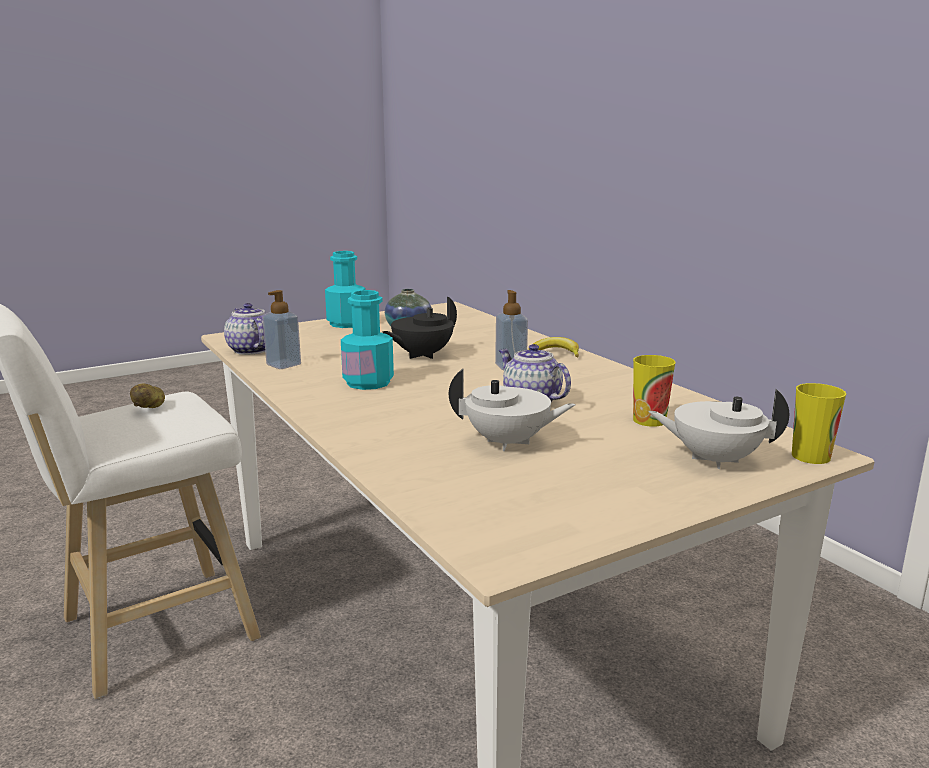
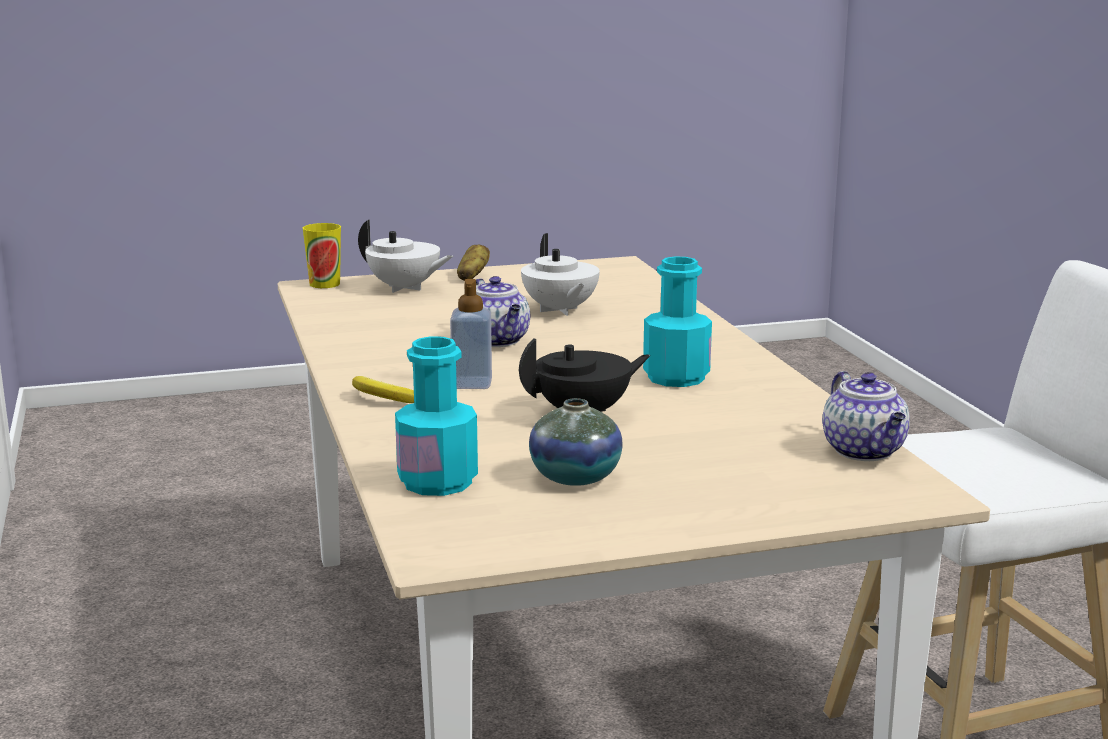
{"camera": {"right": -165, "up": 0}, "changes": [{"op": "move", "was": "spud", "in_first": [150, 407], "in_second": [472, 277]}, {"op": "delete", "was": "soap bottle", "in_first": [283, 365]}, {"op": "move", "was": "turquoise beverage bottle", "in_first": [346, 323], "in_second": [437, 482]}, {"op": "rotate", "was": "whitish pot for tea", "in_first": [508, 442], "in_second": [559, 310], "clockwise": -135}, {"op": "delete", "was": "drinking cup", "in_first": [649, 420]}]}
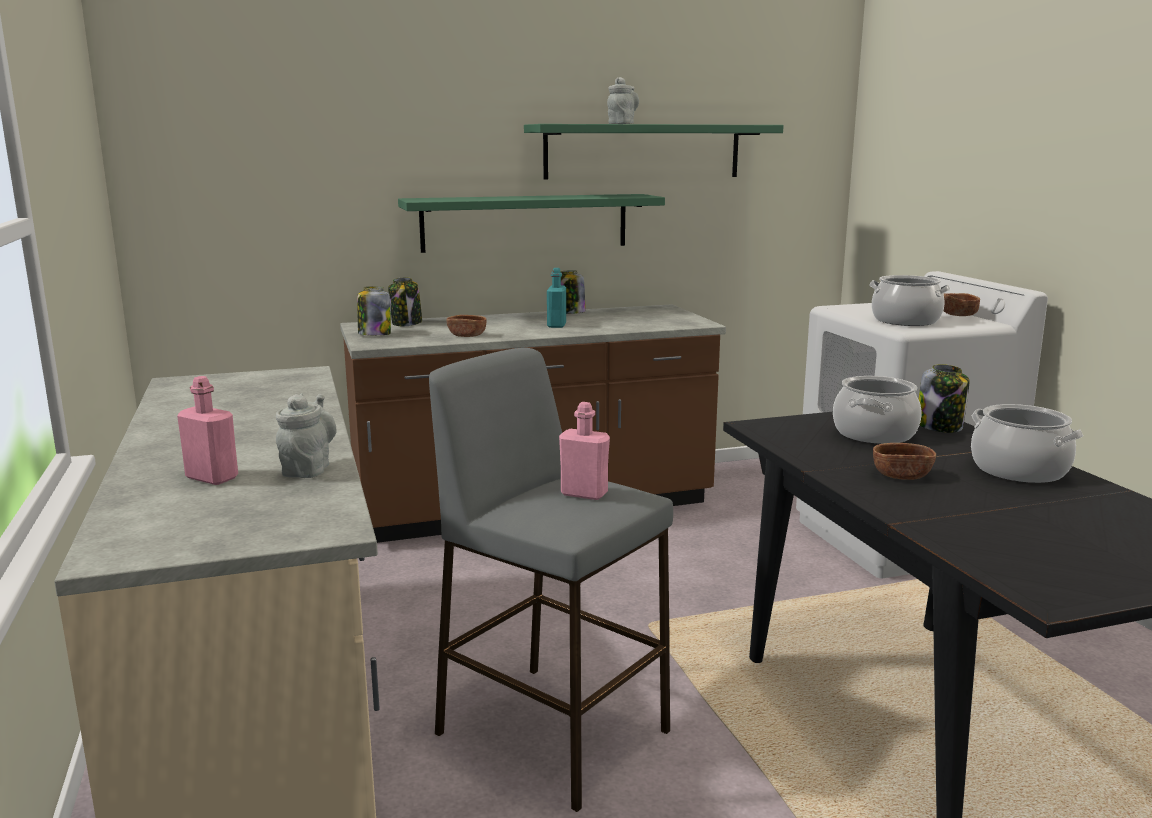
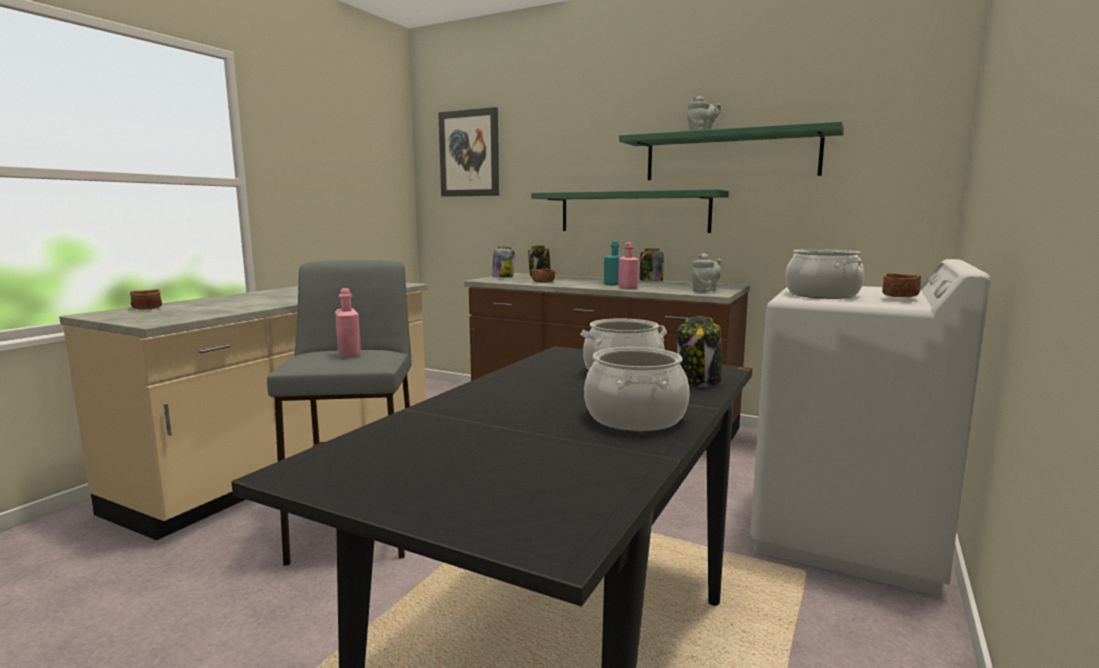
{"camera": {"right": 45, "up": -5}, "changes": [{"op": "move", "was": "pink-coloured beverage bottle", "in_first": [212, 478], "in_second": [627, 287]}, {"op": "move", "was": "greyish pot for tea", "in_first": [308, 469], "in_second": [705, 290]}, {"op": "move", "was": "brown-coloured deep dish", "in_first": [902, 475], "in_second": [147, 308]}, {"op": "insert", "now": "picture", "in_second": [469, 153]}]}
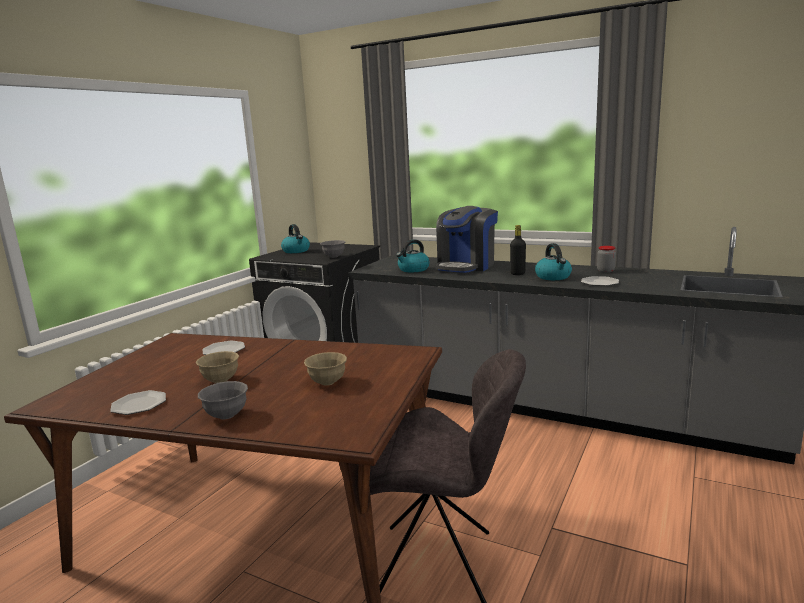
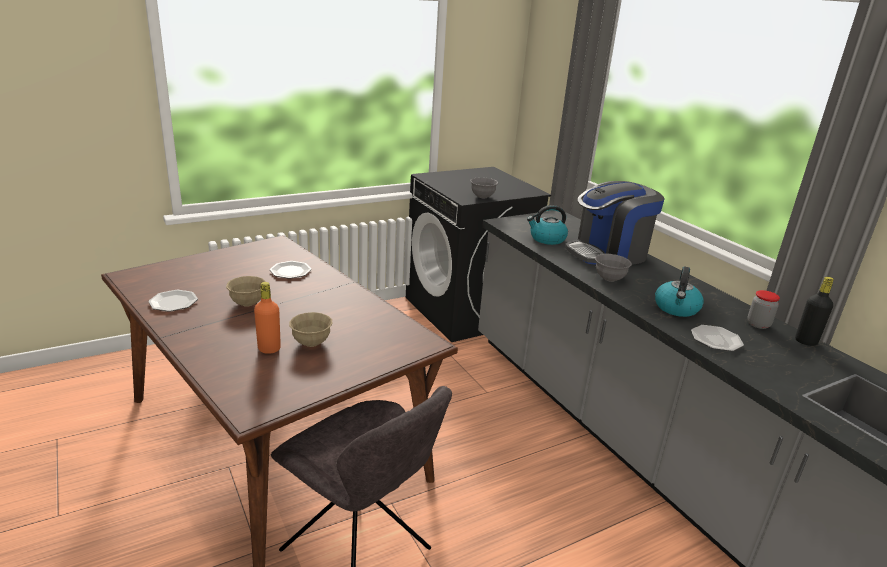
{"camera": {"right": 30, "up": 10}, "changes": [{"op": "move", "was": "greyish deep dish", "in_first": [226, 415], "in_second": [609, 279]}, {"op": "delete", "was": "tea kettle", "in_first": [296, 251]}, {"op": "move", "was": "blackish beverage bottle", "in_first": [517, 274], "in_second": [806, 341]}, {"op": "insert", "now": "orange beverage bottle", "in_second": [269, 349]}]}
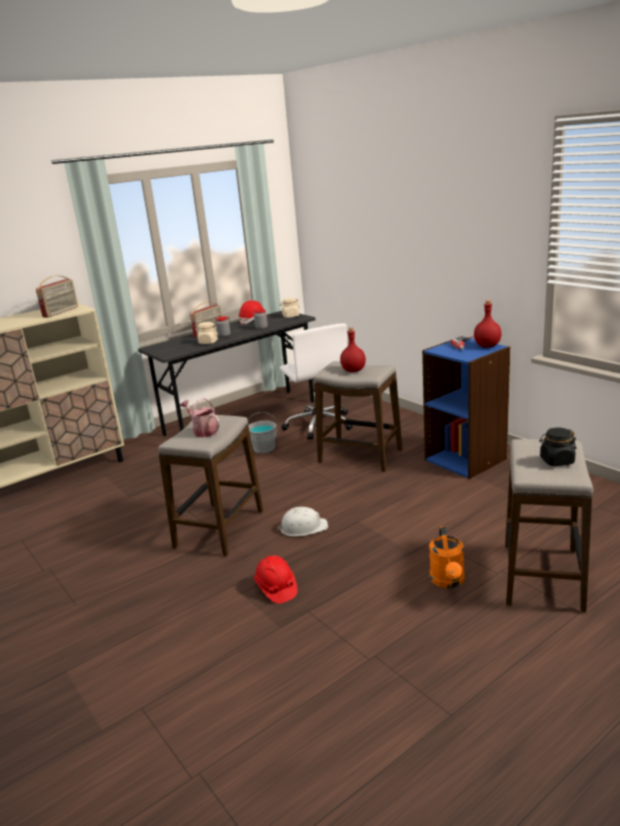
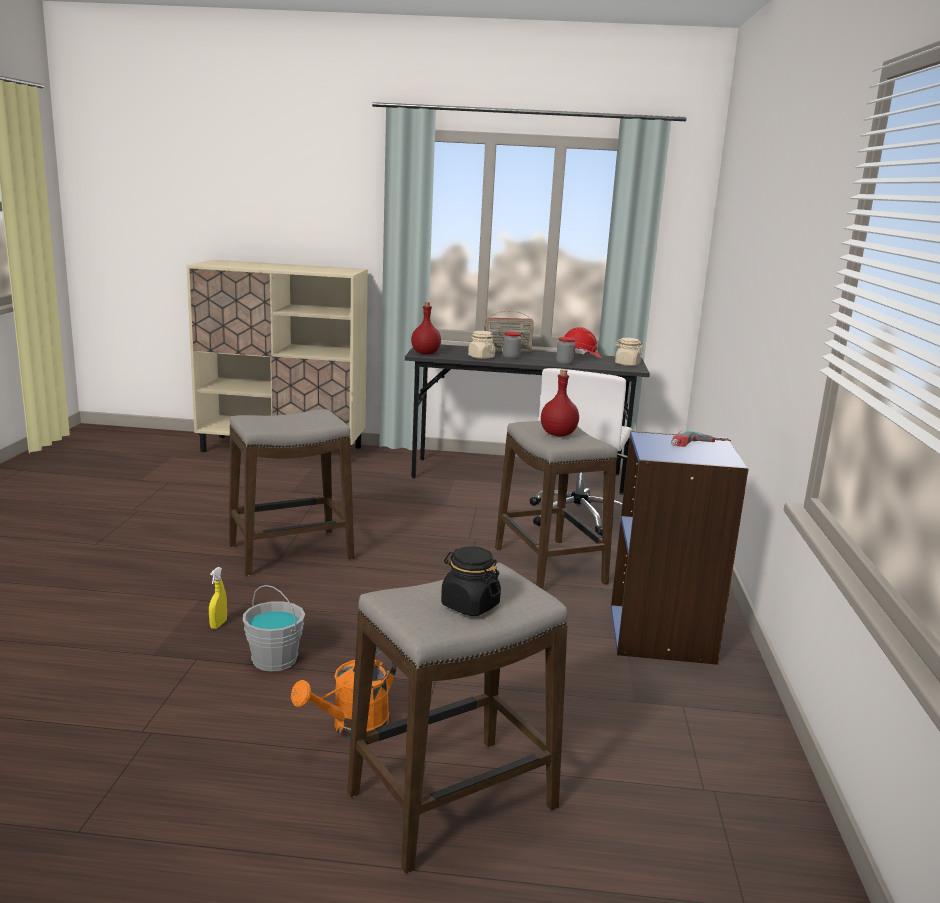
{"camera": {"right": 40, "up": -5}, "changes": [{"op": "delete", "was": "radio receiver", "in_first": [61, 312]}, {"op": "delete", "was": "watering pot", "in_first": [203, 431]}, {"op": "move", "was": "greyish bucket", "in_first": [264, 448], "in_second": [275, 659]}, {"op": "replace", "was": "red-coloured hard hat", "now": "yellow sprayer", "in_first": [276, 588], "in_second": [218, 624]}, {"op": "delete", "was": "whitish hard hat", "in_first": [303, 527]}, {"op": "move", "was": "red-coloured beverage bottle", "in_first": [487, 346], "in_second": [425, 353]}]}
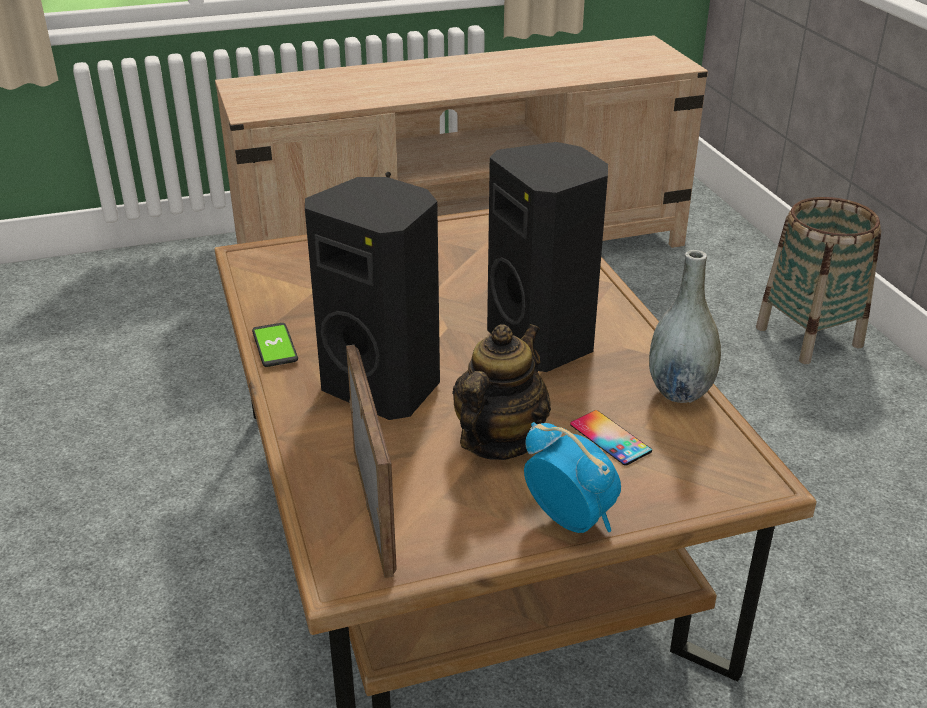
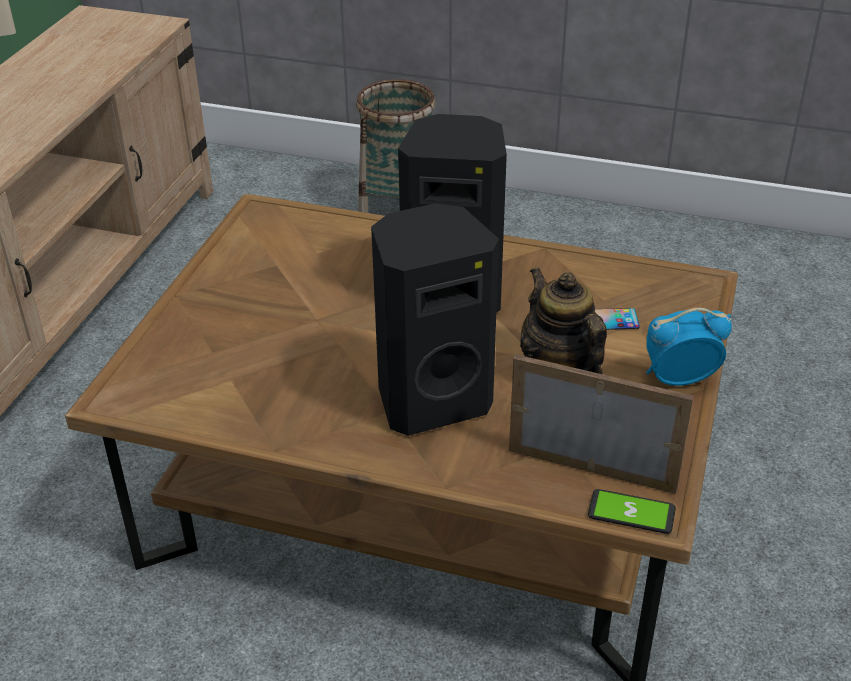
{"camera": {"right": -55, "up": 5}, "changes": [{"op": "move", "was": "handset", "in_first": [275, 346], "in_second": [631, 512]}, {"op": "delete", "was": "greyish flower vase", "in_first": [679, 391]}]}
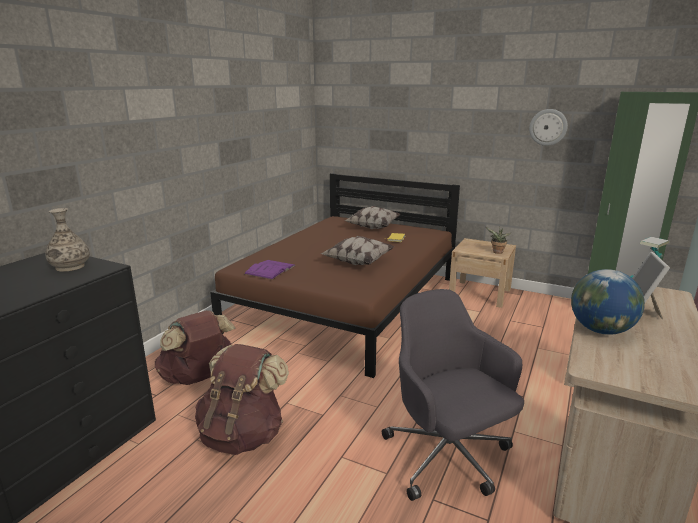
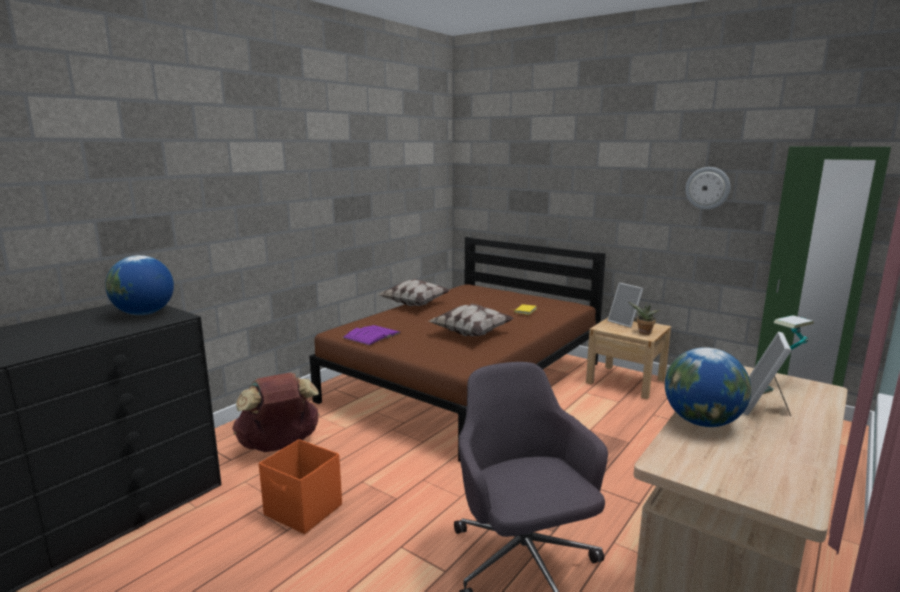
{"camera": {"right": 10, "up": -5}, "changes": [{"op": "replace", "was": "flower vase", "now": "globe", "in_first": [70, 266], "in_second": [144, 314]}, {"op": "replace", "was": "brown-coloured rucksack", "now": "orange storage bin", "in_first": [243, 435], "in_second": [304, 511]}, {"op": "move", "was": "cushion", "in_first": [372, 227], "in_second": [414, 304]}, {"op": "insert", "now": "standing frame", "in_second": [624, 322]}]}
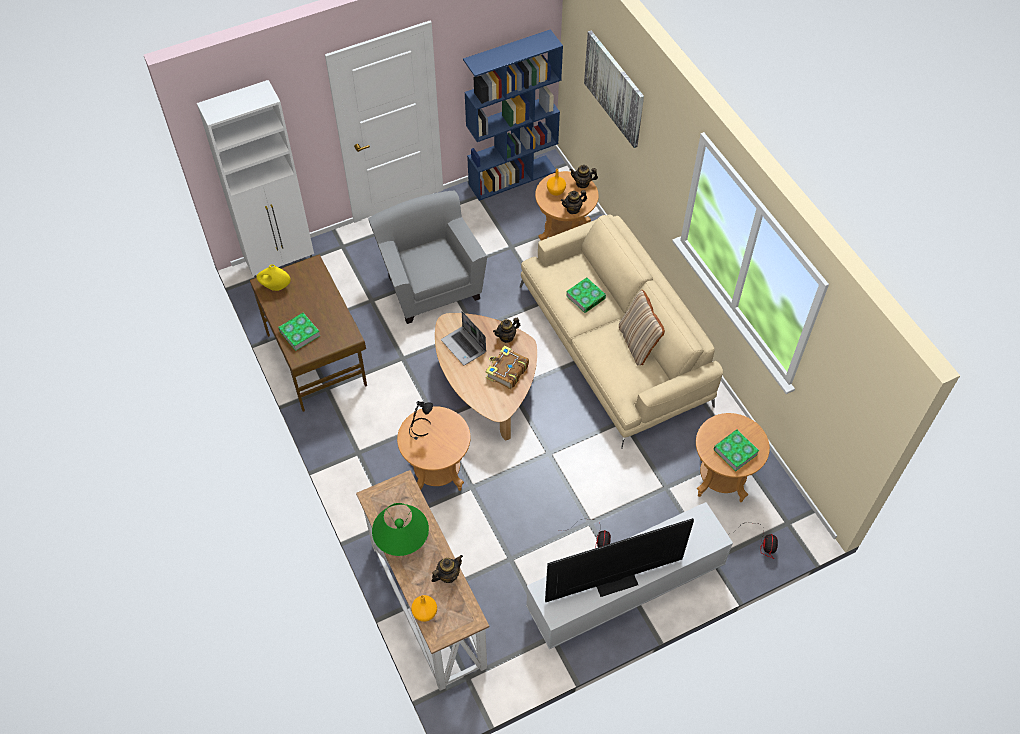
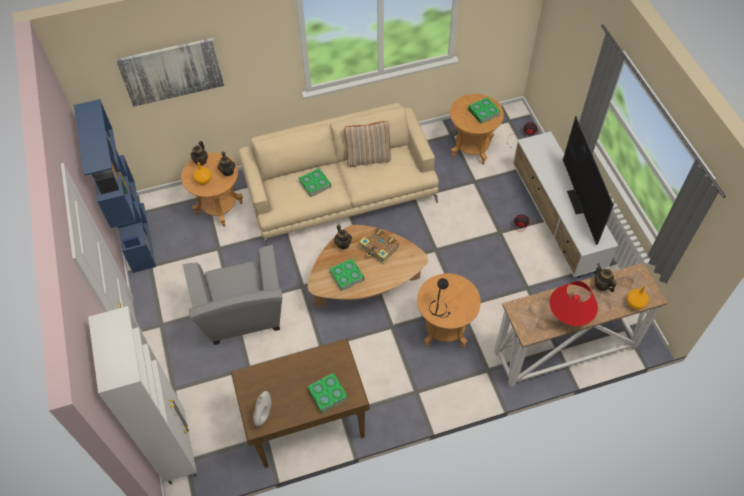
{"camera": {"right": -80, "up": 0}, "changes": [{"op": "recolor", "was": "yellow flower vase", "now": "whitish flower vase", "in_first": [275, 287], "in_second": [264, 414]}, {"op": "rotate", "was": "greyish armchair", "in_first": [430, 284], "in_second": [243, 316], "clockwise": -90}, {"op": "recolor", "was": "green lamp for a table", "now": "red-coloured lamp for a table", "in_first": [402, 540], "in_second": [569, 314]}, {"op": "replace", "was": "portable computer", "now": "volume", "in_first": [464, 346], "in_second": [347, 276]}]}
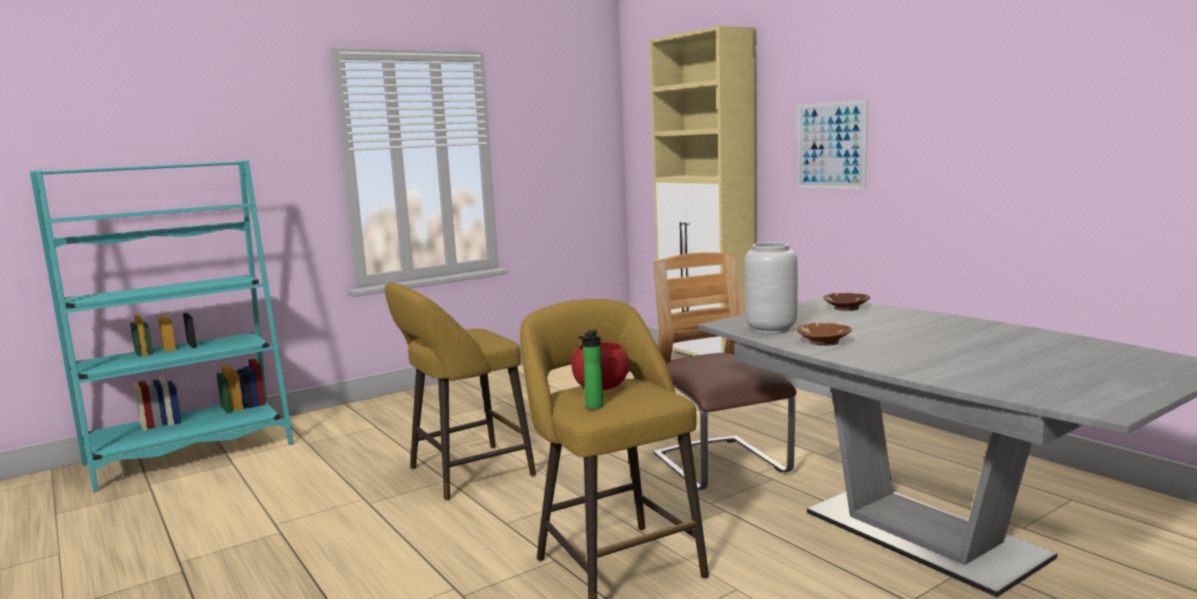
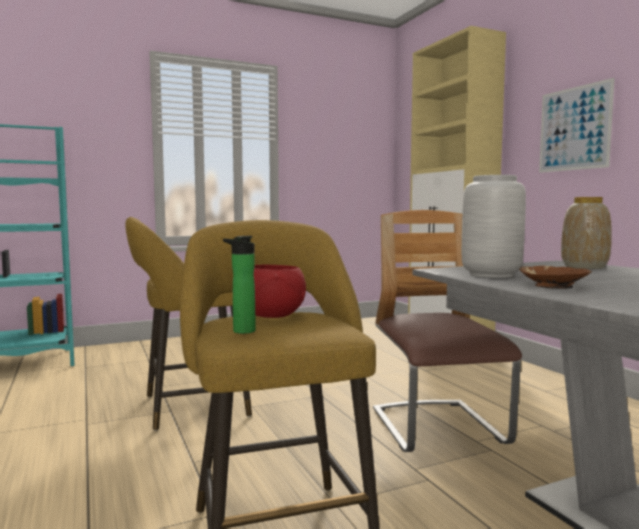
{"camera": {"right": 10, "up": -5}, "changes": [{"op": "replace", "was": "brown-coloured deep dish", "now": "flower vase", "in_first": [846, 308], "in_second": [584, 267]}]}
